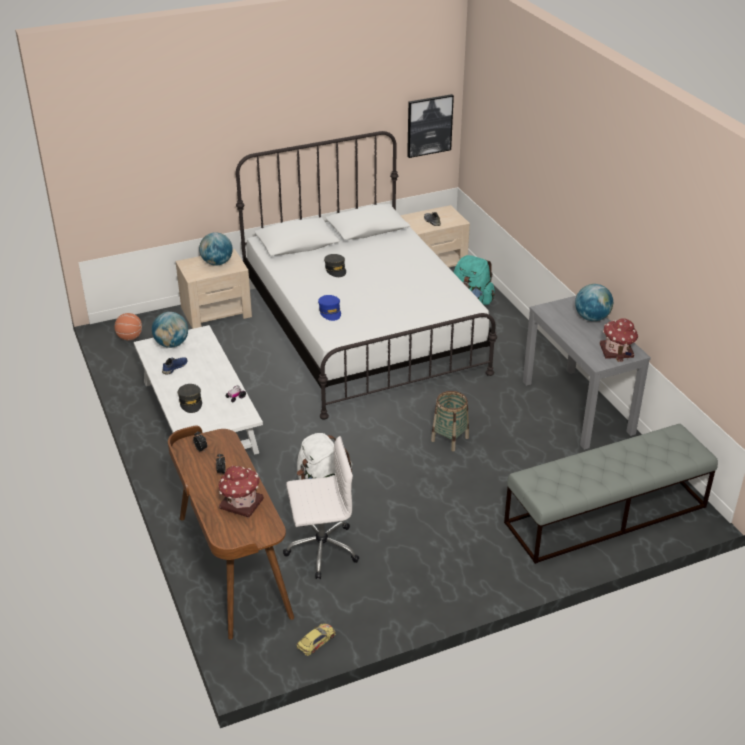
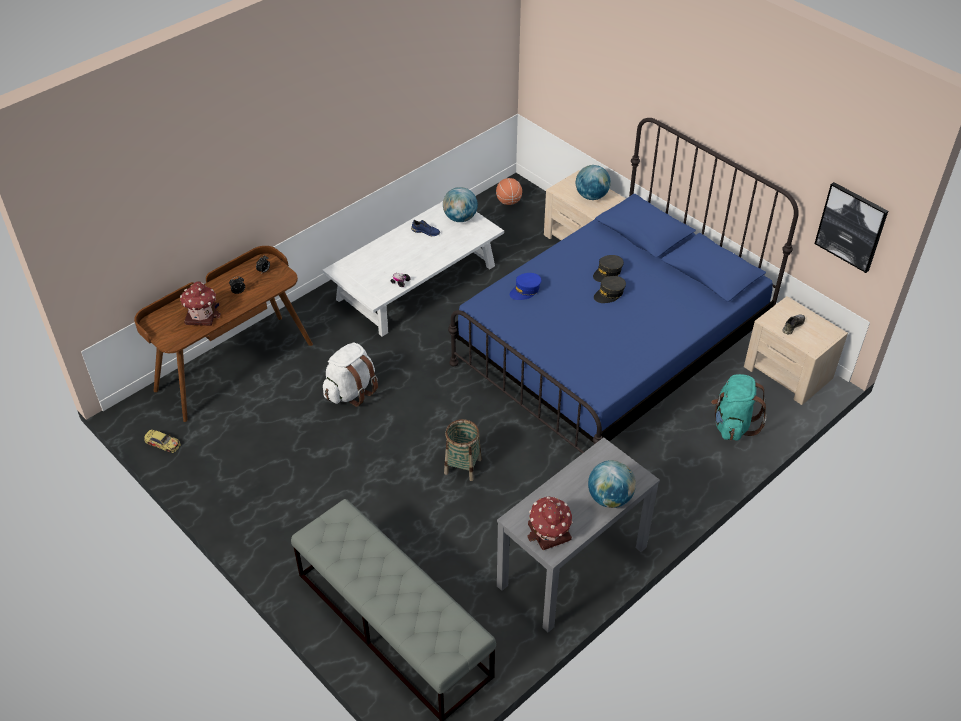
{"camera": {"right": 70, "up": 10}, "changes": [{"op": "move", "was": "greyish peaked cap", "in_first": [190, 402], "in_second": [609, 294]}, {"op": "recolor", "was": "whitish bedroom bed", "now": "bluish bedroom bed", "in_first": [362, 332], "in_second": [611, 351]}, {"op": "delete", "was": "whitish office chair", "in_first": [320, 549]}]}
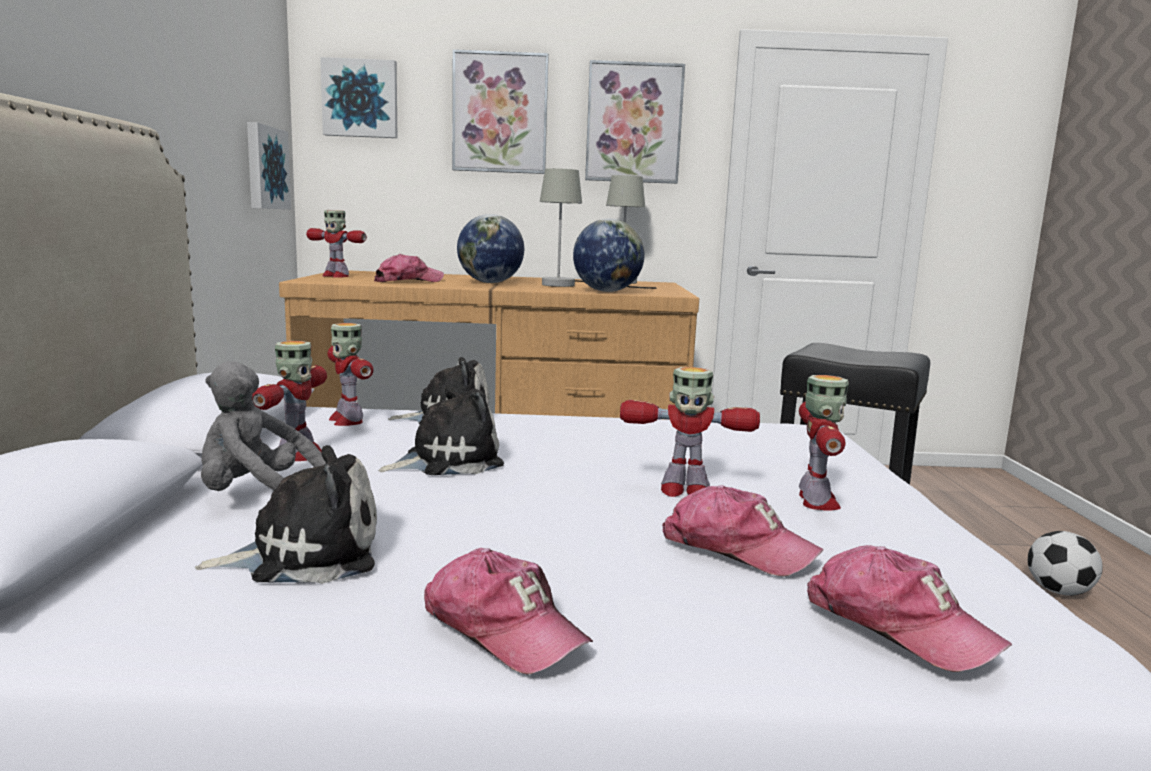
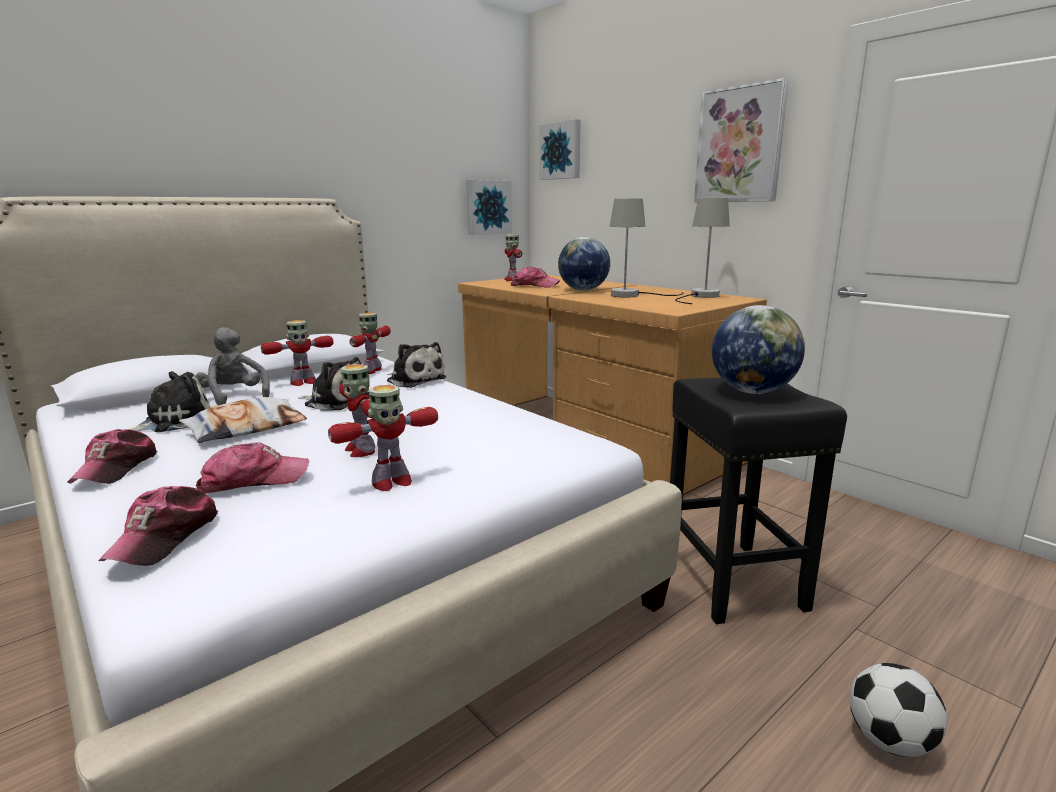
{"camera": {"right": 50, "up": 5}, "changes": [{"op": "rotate", "was": "soft toy", "in_first": [306, 554], "in_second": [174, 421], "clockwise": -75}, {"op": "delete", "was": "picture", "in_first": [500, 113]}, {"op": "move", "was": "globe", "in_first": [606, 291], "in_second": [752, 391]}, {"op": "rotate", "was": "peaked cap", "in_first": [736, 548], "in_second": [254, 480], "clockwise": -105}, {"op": "insert", "now": "cushion", "in_second": [246, 428]}]}
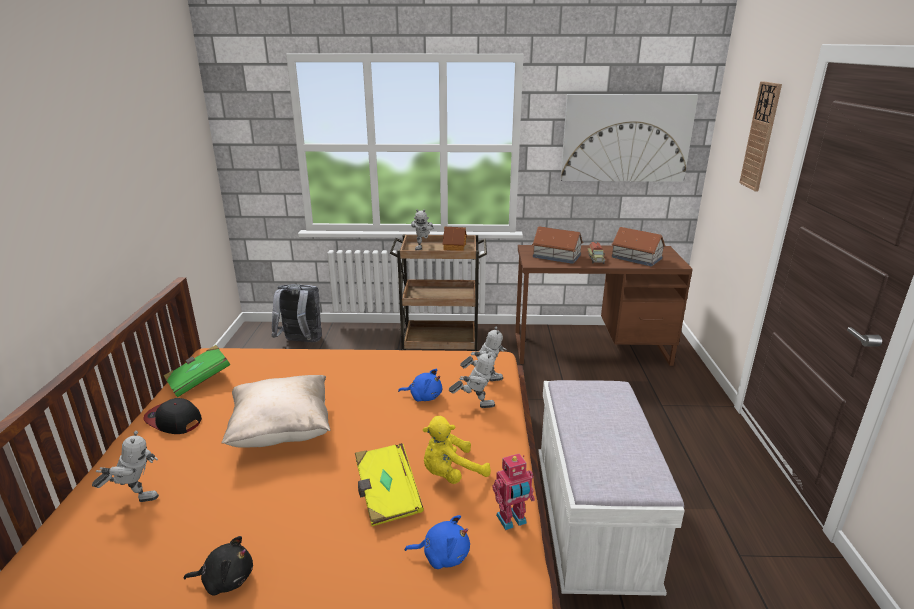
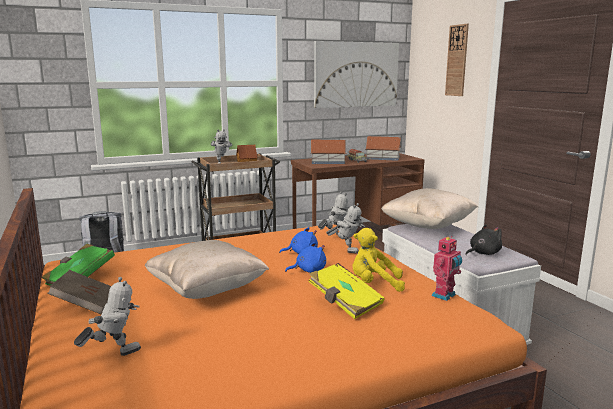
{"camera": {"right": -25, "up": -10}, "changes": [{"op": "replace", "was": "peaked cap", "now": "brown-coloured volume", "in_first": [173, 420], "in_second": [86, 304]}, {"op": "move", "was": "blackish soft toy", "in_first": [226, 579], "in_second": [483, 253]}, {"op": "move", "was": "bluish soft toy", "in_first": [443, 555], "in_second": [308, 270]}, {"op": "rotate", "was": "yellow soft toy", "in_first": [451, 474], "in_second": [374, 284], "clockwise": 60}, {"op": "rotate", "was": "model robot", "in_first": [475, 404], "in_second": [346, 250], "clockwise": 60}, {"op": "insert", "now": "beige-coloured cushion", "in_second": [428, 226]}]}
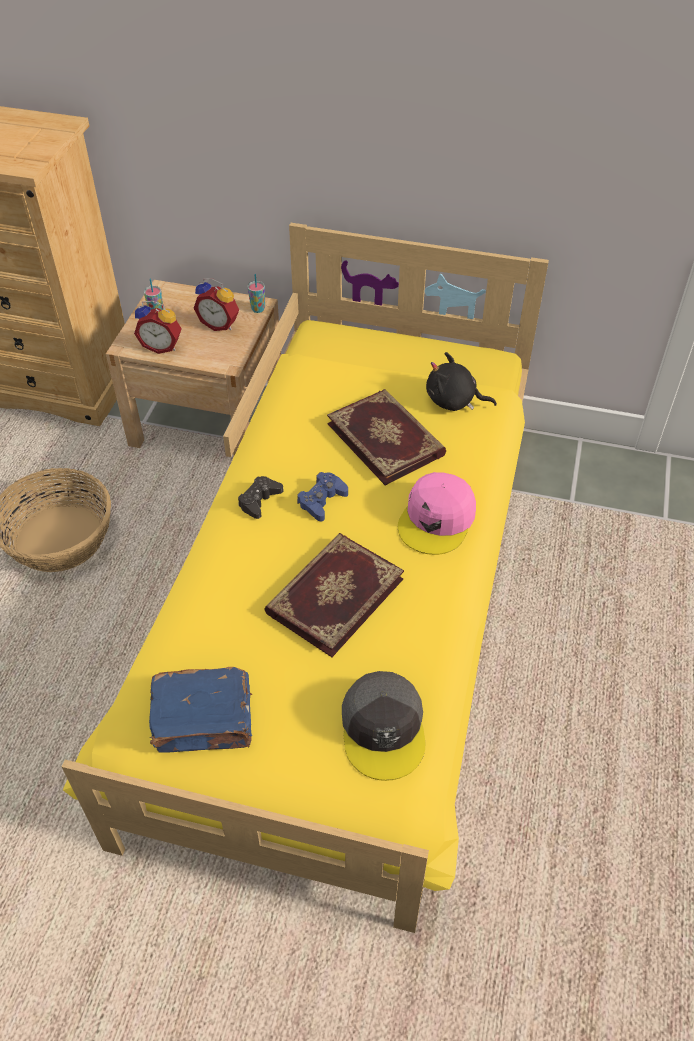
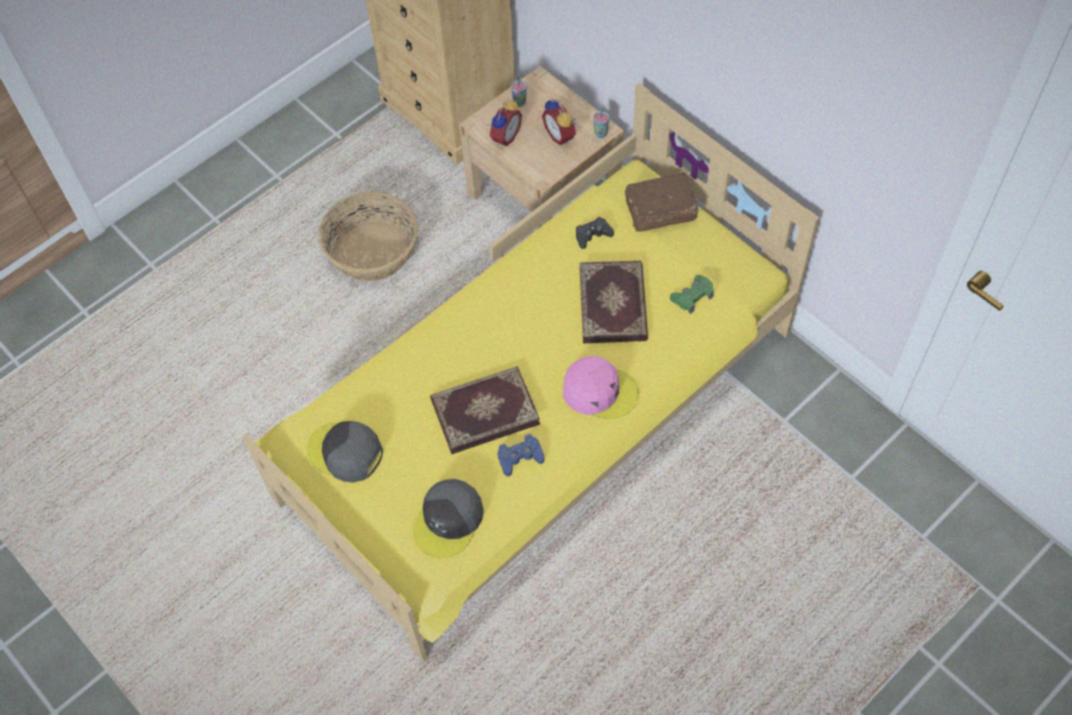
{"camera": {"right": 35, "up": 10}, "changes": [{"op": "rotate", "was": "table clock", "in_first": [162, 346], "in_second": [504, 137], "clockwise": -105}, {"op": "replace", "was": "bluish volume", "now": "greyish peaked cap", "in_first": [205, 720], "in_second": [345, 452]}, {"op": "move", "was": "blackish game controller", "in_first": [259, 500], "in_second": [592, 235]}, {"op": "move", "was": "bluish game controller", "in_first": [322, 500], "in_second": [520, 457]}, {"op": "rotate", "was": "pink-coloured peaked cap", "in_first": [437, 520], "in_second": [599, 391], "clockwise": -135}, {"op": "replace", "was": "blackish soft toy", "now": "green game controller", "in_first": [454, 401], "in_second": [692, 296]}, {"op": "insert", "now": "brown-coloured volume", "in_second": [659, 211]}]}
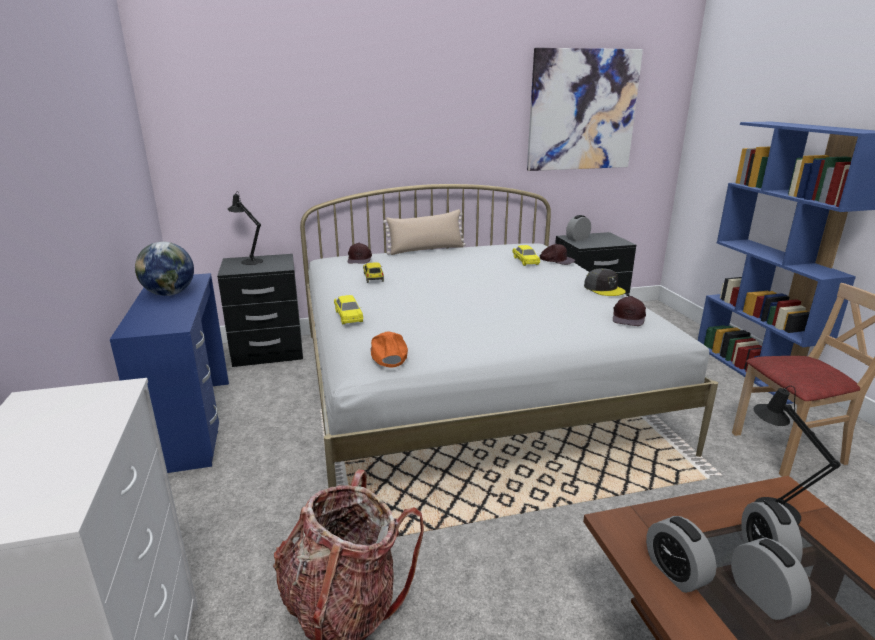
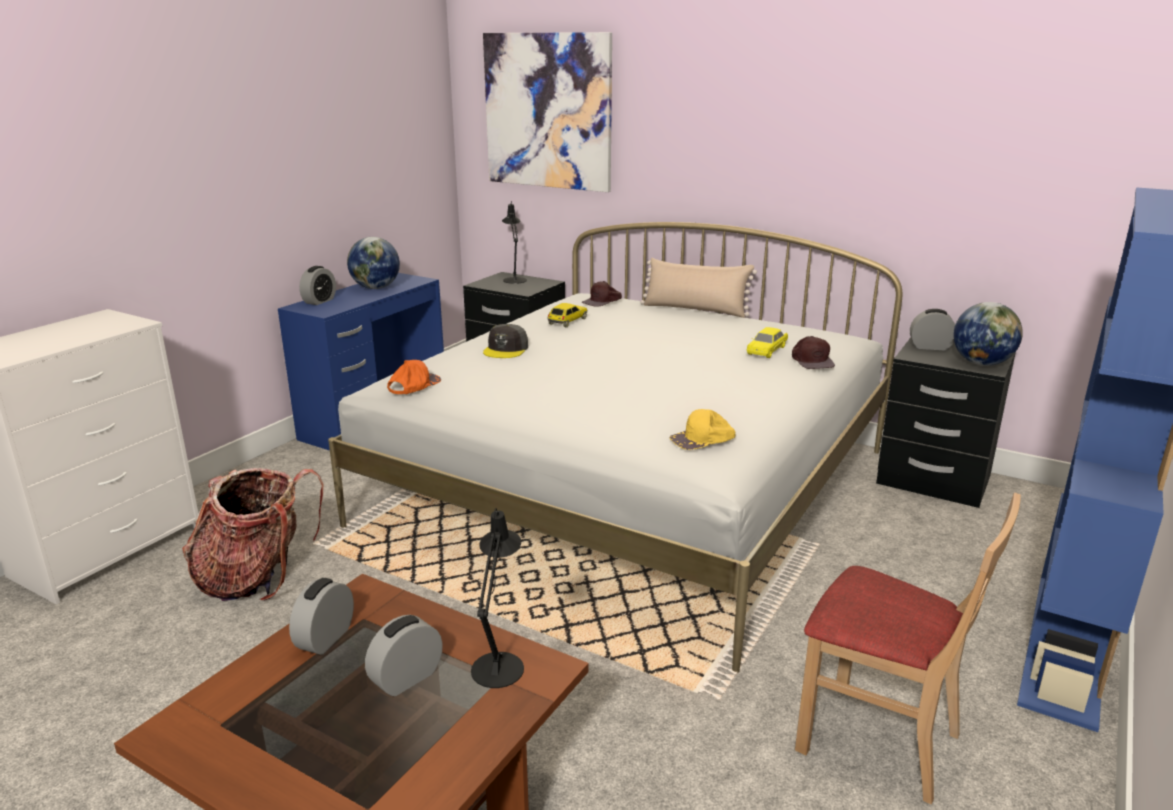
{"camera": {"right": 45, "up": 0}, "changes": [{"op": "delete", "was": "yellow model car", "in_first": [348, 316]}, {"op": "move", "was": "picture", "in_first": [582, 110], "in_second": [548, 111]}, {"op": "move", "was": "greyish peaked cap", "in_first": [604, 289], "in_second": [506, 349]}, {"op": "recolor", "was": "brown-coloured peaked cap", "now": "yellow peaked cap", "in_first": [629, 317], "in_second": [703, 439]}, {"op": "move", "was": "table clock", "in_first": [762, 598], "in_second": [319, 301]}, {"op": "insert", "now": "globe", "in_second": [981, 363]}]}
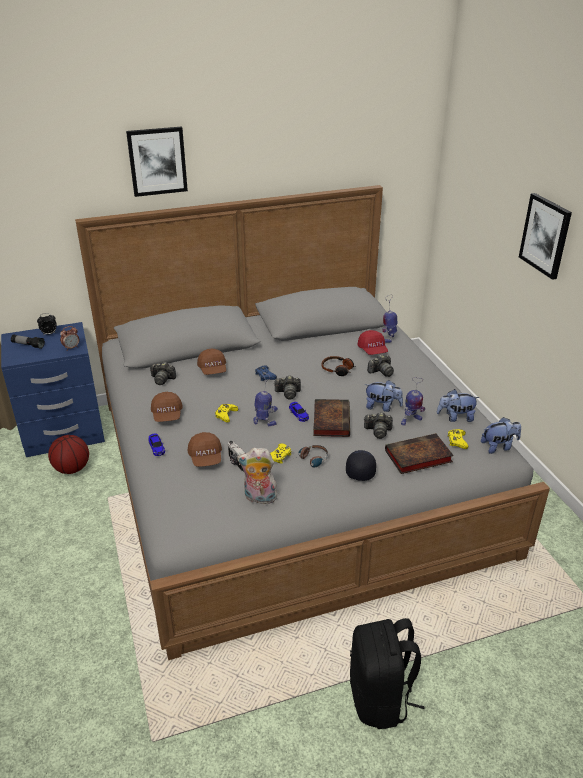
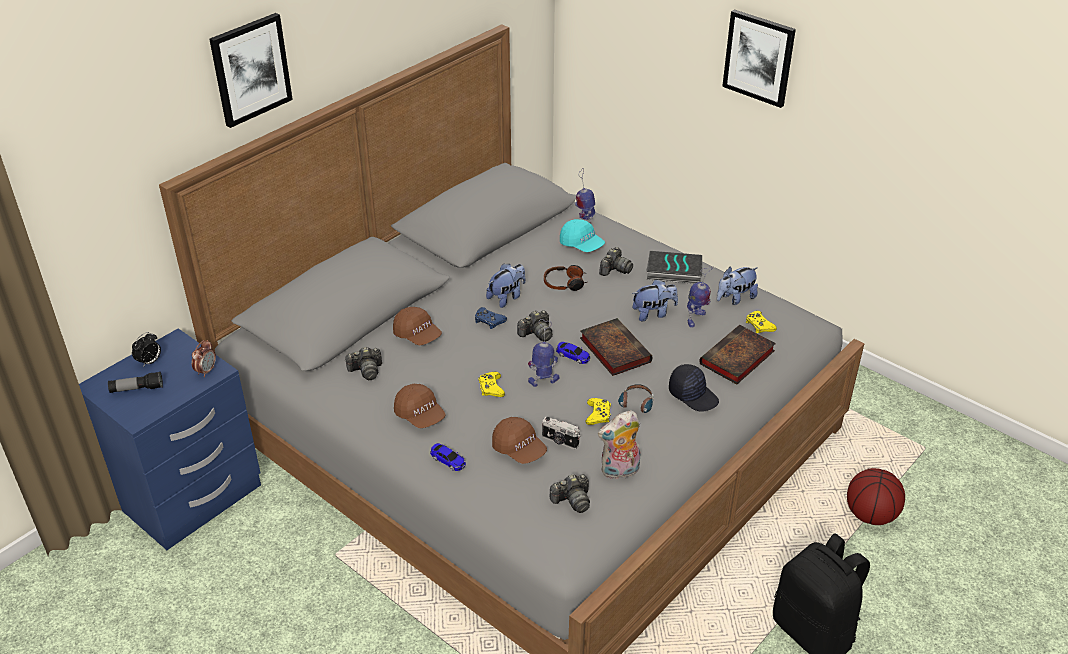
{"camera": {"right": -30, "up": 5}, "changes": [{"op": "move", "was": "basketball ball", "in_first": [72, 469], "in_second": [871, 515]}, {"op": "rotate", "was": "blackish peaked cap", "in_first": [360, 469], "in_second": [693, 395], "clockwise": 150}, {"op": "recolor", "was": "red-coloured peaked cap", "now": "turquoise peaked cap", "in_first": [372, 350], "in_second": [582, 245]}, {"op": "move", "was": "photo camera", "in_first": [378, 431], "in_second": [572, 501]}, {"op": "move", "was": "soft toy", "in_first": [499, 447], "in_second": [507, 297]}, {"op": "insert", "now": "volume", "in_second": [673, 272]}]}
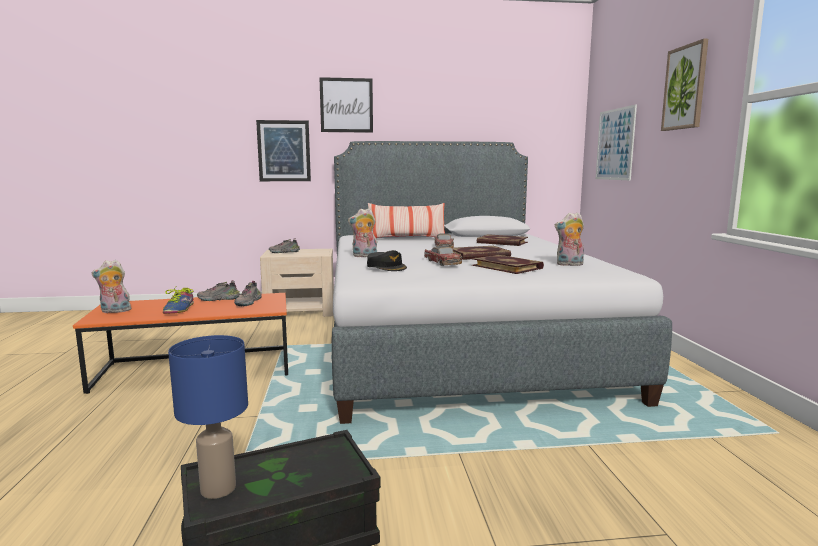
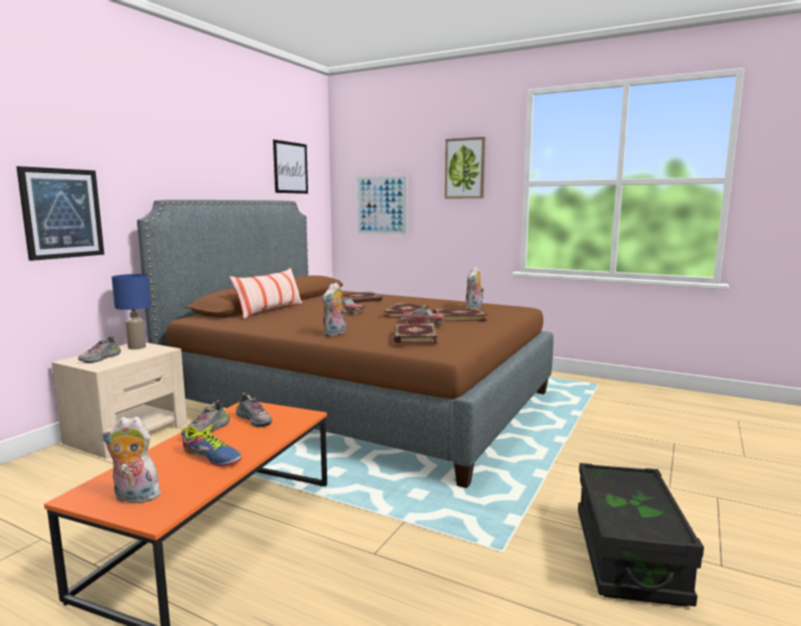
{"camera": {"right": -55, "up": 0}, "changes": [{"op": "rotate", "was": "soft toy", "in_first": [114, 311], "in_second": [134, 498], "clockwise": 75}, {"op": "move", "was": "bluish lamp for a table", "in_first": [217, 488], "in_second": [136, 347]}, {"op": "move", "was": "picture", "in_first": [346, 105], "in_second": [290, 167]}, {"op": "recolor", "was": "greyish bedroom bed", "now": "brown-coloured bedroom bed", "in_first": [455, 341], "in_second": [359, 401]}, {"op": "replace", "was": "blackish peaked cap", "now": "volume", "in_first": [386, 267], "in_second": [414, 336]}]}
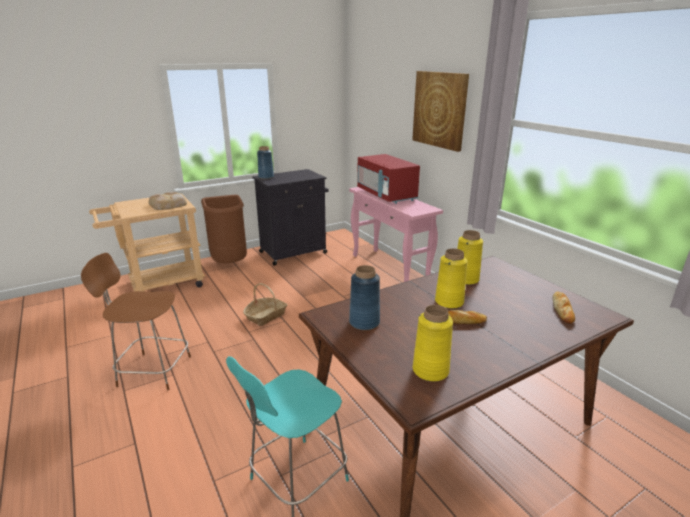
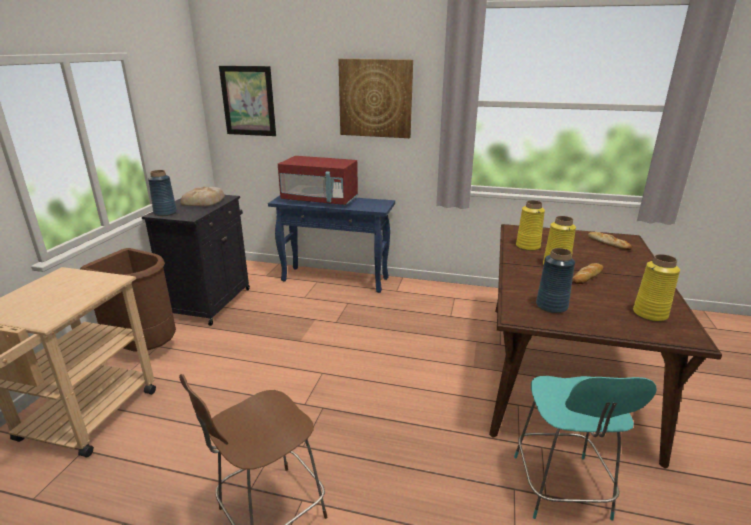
{"camera": {"right": -45, "up": 0}, "changes": [{"op": "move", "was": "bread", "in_first": [169, 205], "in_second": [204, 201]}, {"op": "delete", "was": "basket", "in_first": [266, 316]}, {"op": "recolor", "was": "pink-coloured hall table", "now": "bluish hall table", "in_first": [390, 269], "in_second": [336, 279]}, {"op": "insert", "now": "picture", "in_second": [248, 101]}]}
